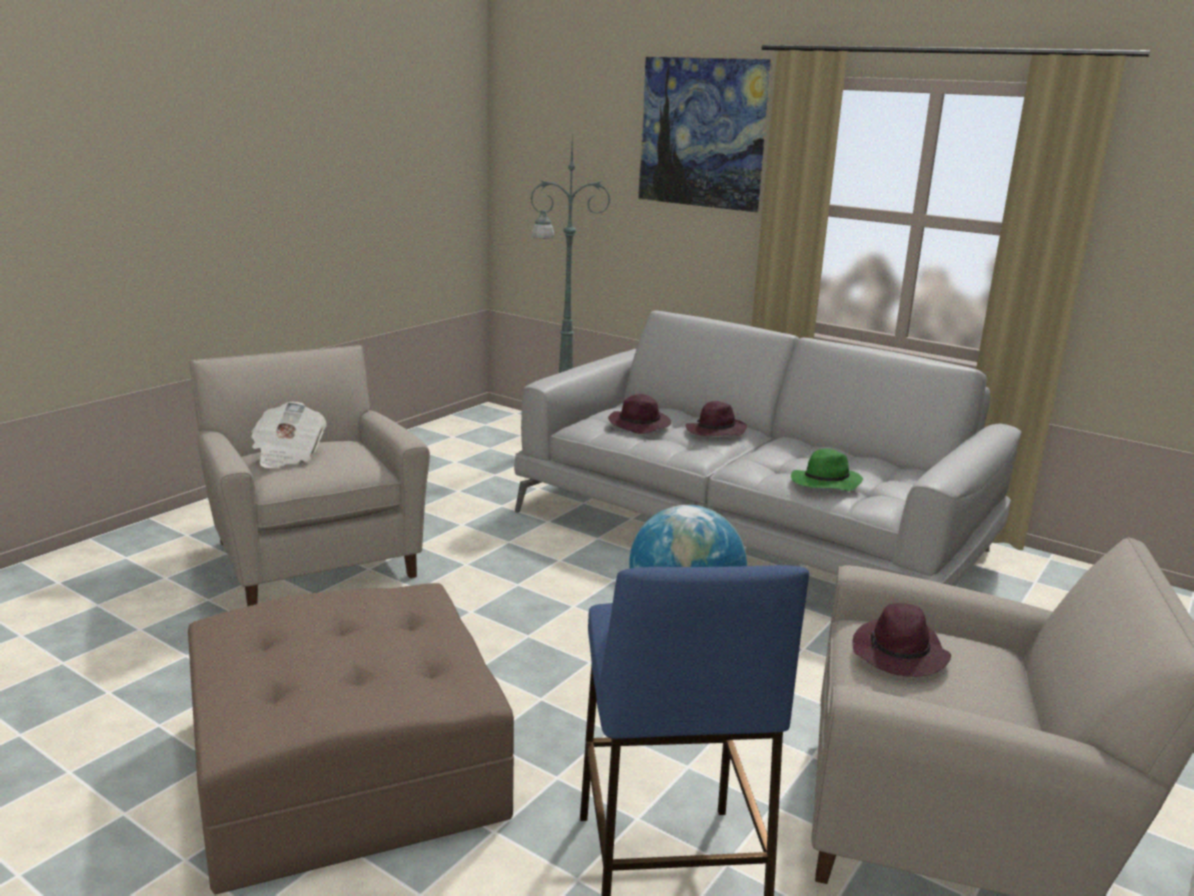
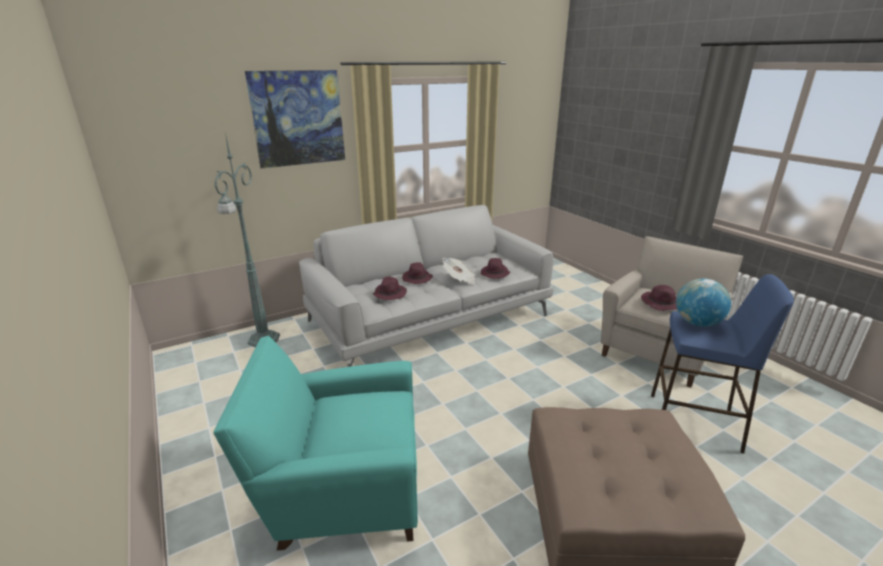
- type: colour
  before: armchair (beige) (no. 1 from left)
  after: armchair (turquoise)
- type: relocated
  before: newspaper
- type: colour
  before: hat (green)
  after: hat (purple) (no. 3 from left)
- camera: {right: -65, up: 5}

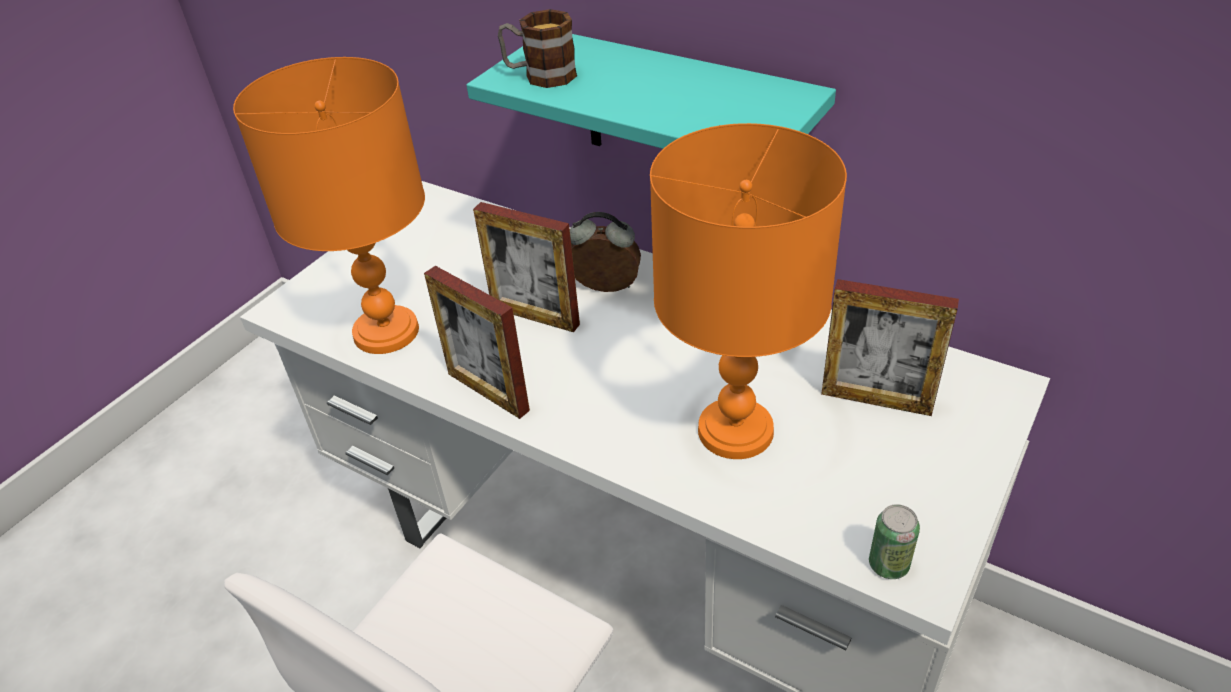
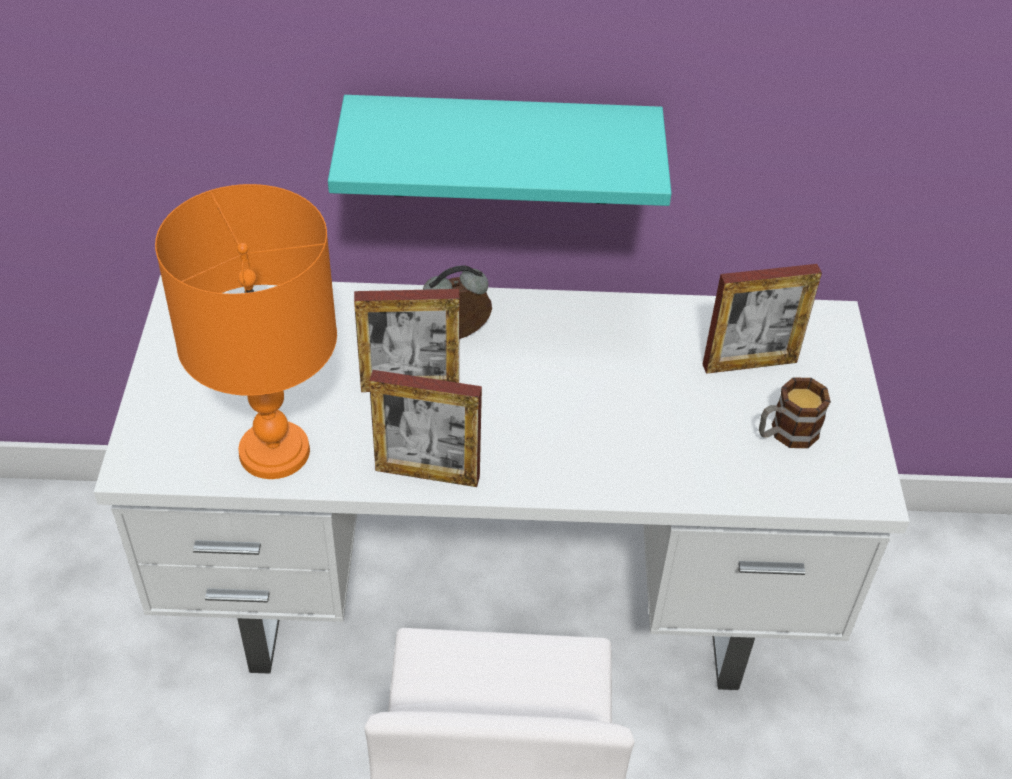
- type: relocated
  before: mug
- type: missing
  before: table lamp (orange) (no. 2 from left)
- type: missing
  before: can
- camera: {right: -35, up: 5}

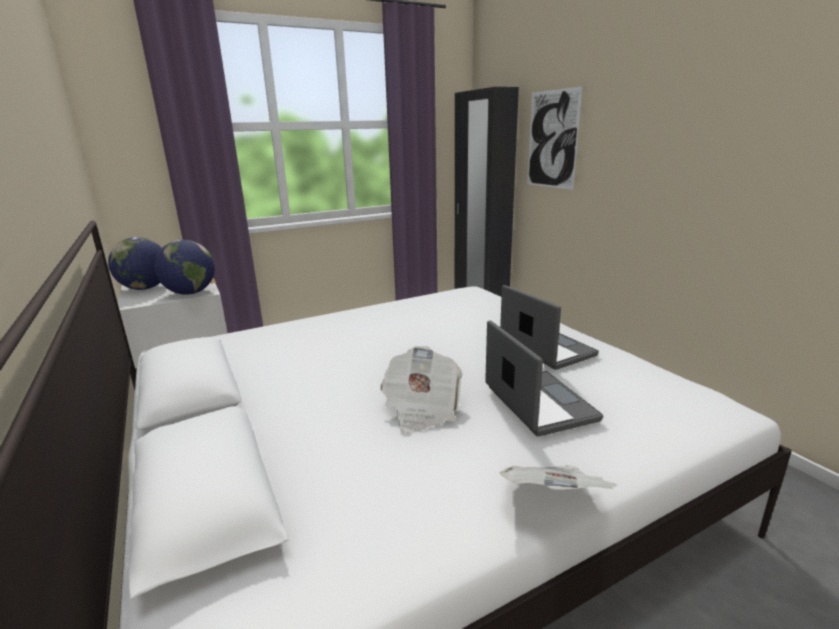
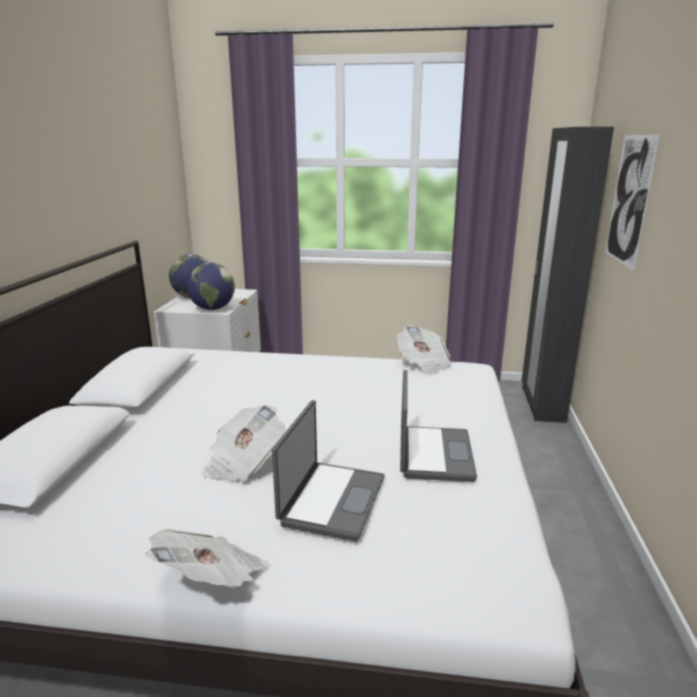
- type: appeared
  after: newspaper (no. 3 from left)
- camera: {right: 35, up: 0}

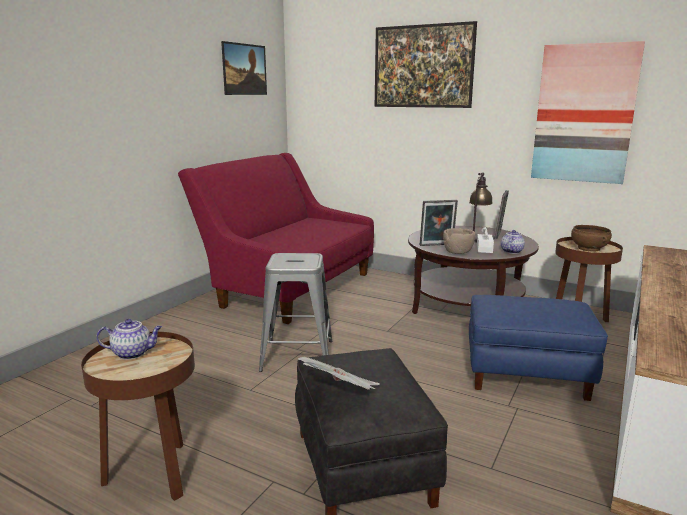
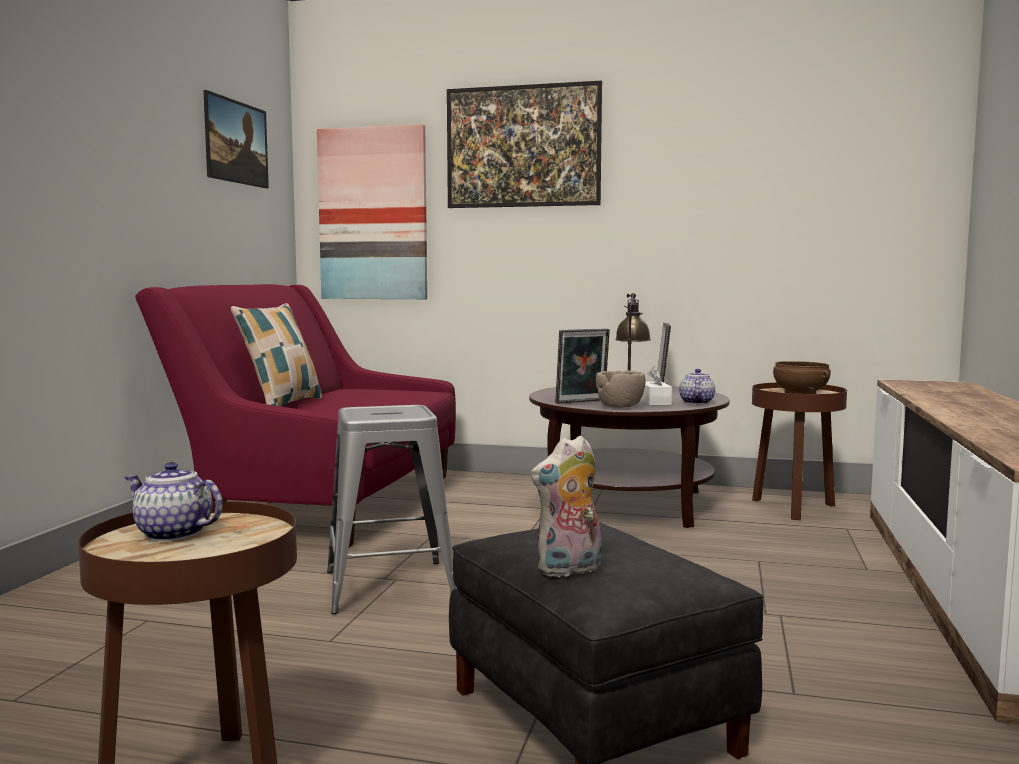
- type: relocated
  before: picture (no. 3 from left in the first image)
  after: picture (no. 2 from left)
- type: missing
  before: ottoman (blue)
- type: spun
  before: teapot (no. 1 from left)
  turn: -135
- type: exchanged
  before: newspaper
  after: plush toy
- type: appeared
  after: pillow
- camera: {right: -15, up: -10}

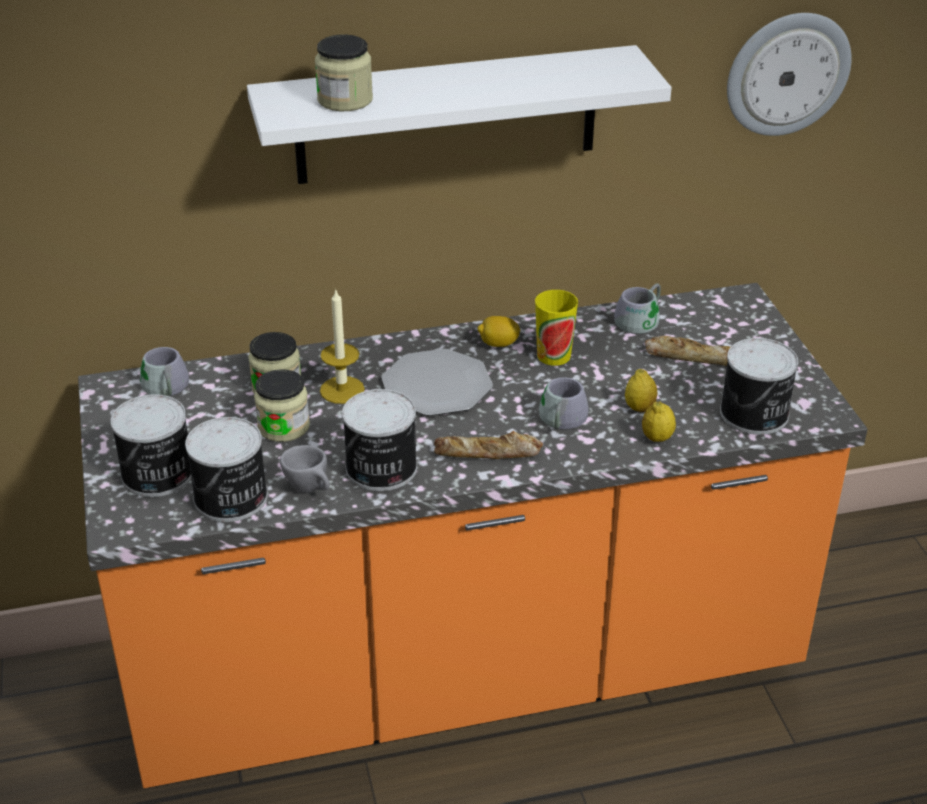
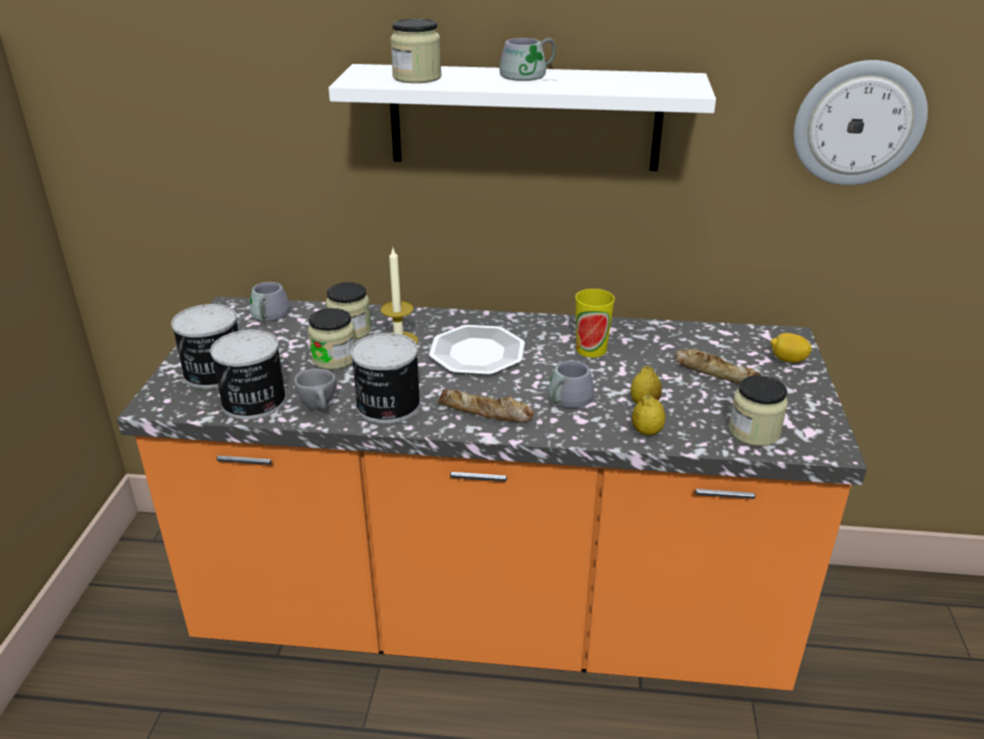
- type: relocated
  before: mug (grey) (no. 3 from left in the first image)
  after: mug (grey) (no. 2 from left)
- type: relocated
  before: lemon (no. 1 from left in the first image)
  after: lemon (no. 3 from left)
- type: exchanged
  before: can (no. 4 from left)
  after: jar (no. 4 from left)
- camera: {right: 20, up: -5}

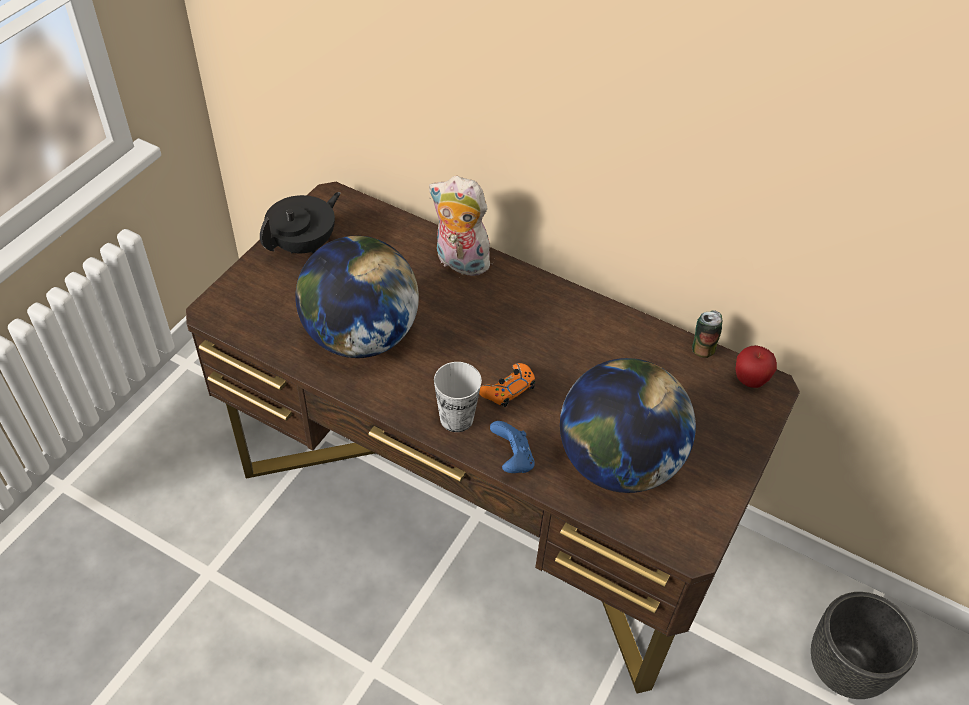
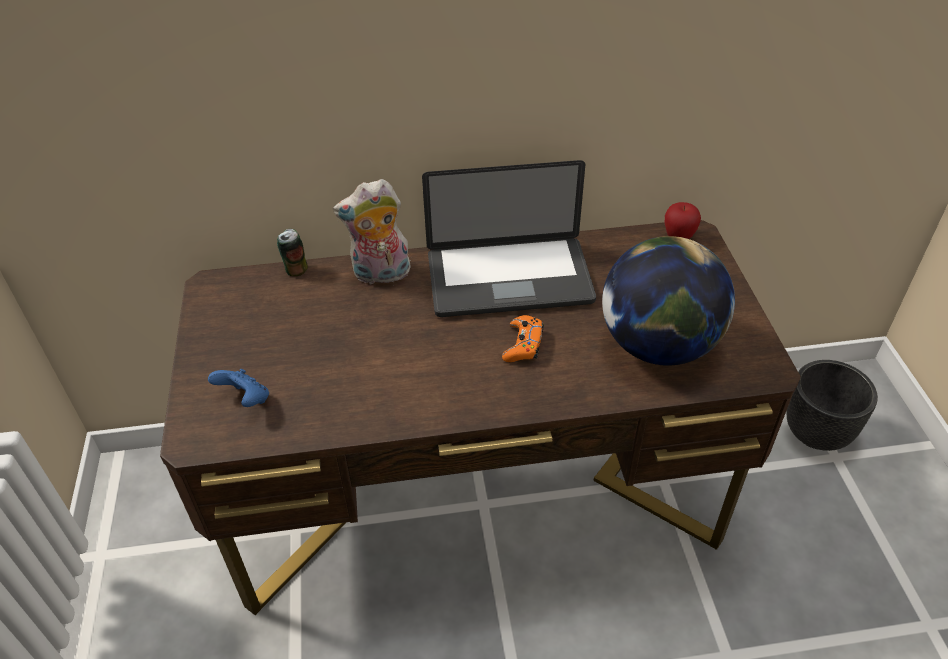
- type: missing
  before: teapot (black)
- type: missing
  before: globe (no. 1 from left)
- type: relocated
  before: can
- type: missing
  before: cup
- type: relocated
  before: game controller (blue)
- type: appeared
  after: laptop
- camera: {right: -35, up: -5}

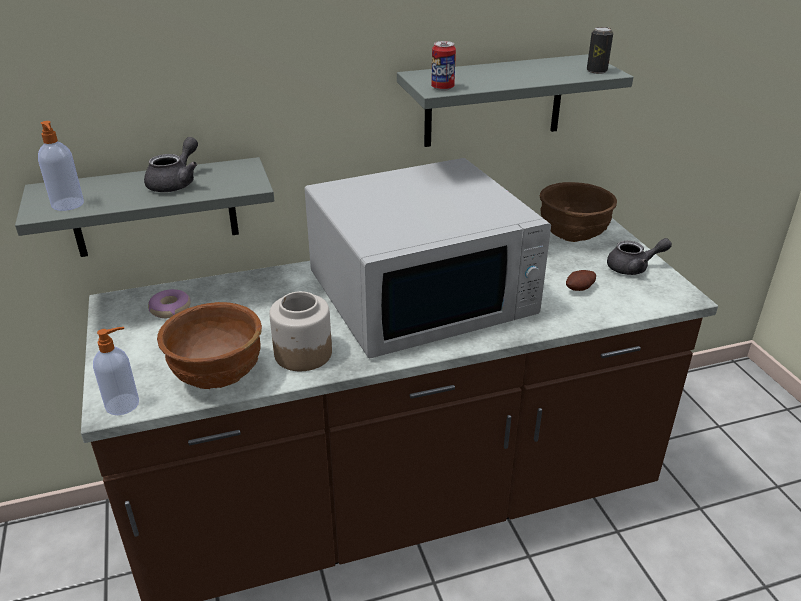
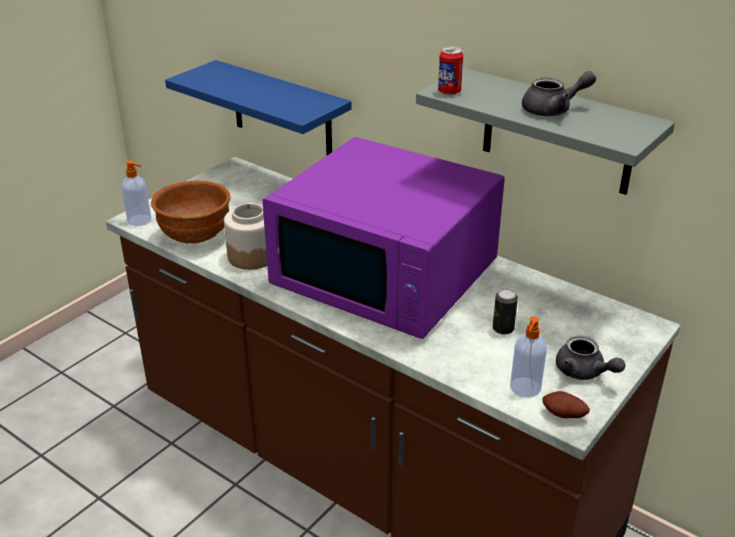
- type: relocated
  before: can (no. 2 from left)
- type: relocated
  before: soap dispenser (no. 1 from left in the first image)
  after: soap dispenser (no. 2 from left)
- type: relocated
  before: teapot (grey) (no. 1 from left)
- type: colour
  before: shelf (grey) (no. 1 from left)
  after: shelf (blue)
- type: colour
  before: microwave (white)
  after: microwave (purple)
- type: missing
  before: bowl (brown) (no. 2 from left)
- type: relocated
  before: potato
- type: missing
  before: donut
- camera: {right: 55, up: 0}

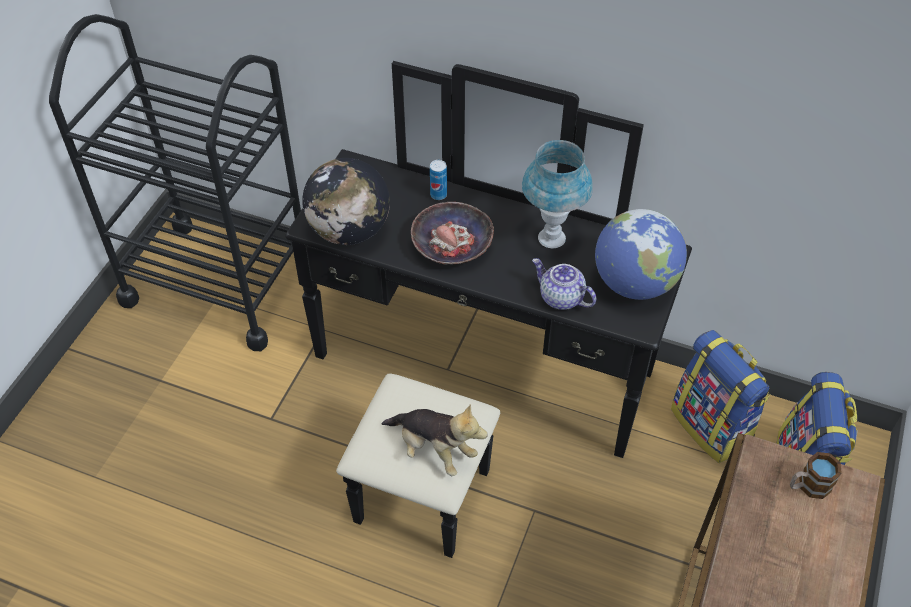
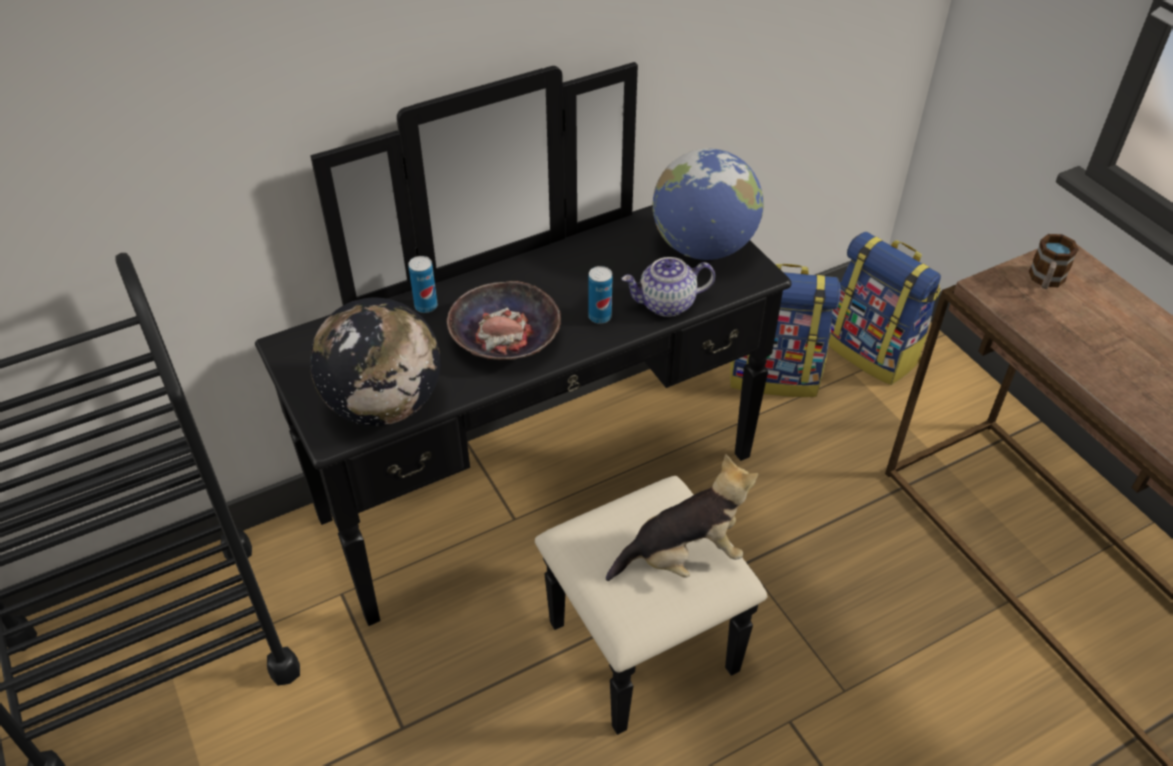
- type: missing
  before: table lamp (blue)
- type: appeared
  after: can (no. 2 from left)
- camera: {right: -50, up: -5}

